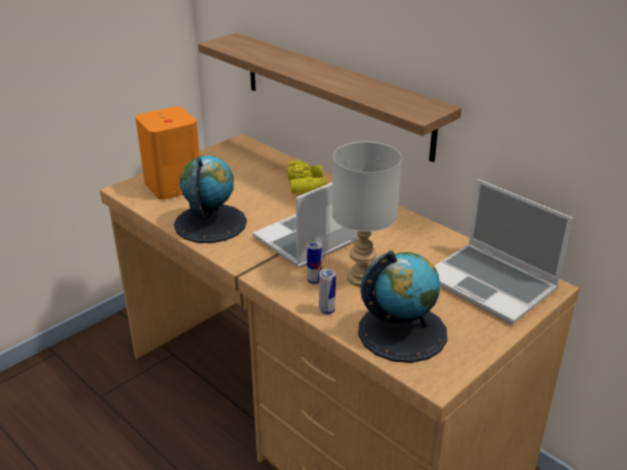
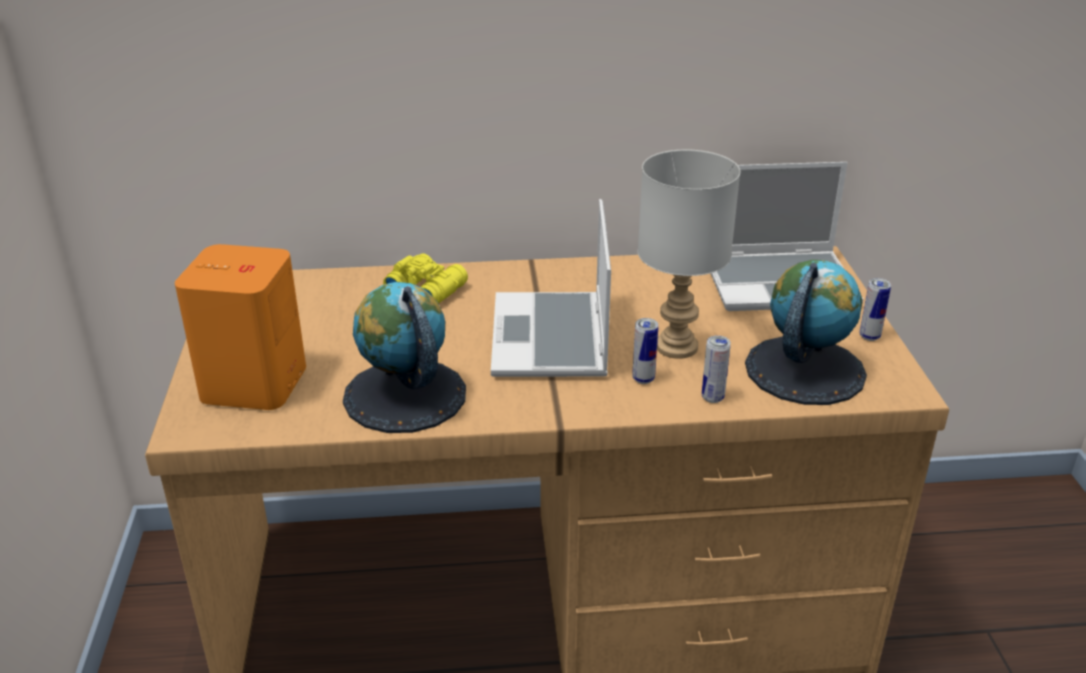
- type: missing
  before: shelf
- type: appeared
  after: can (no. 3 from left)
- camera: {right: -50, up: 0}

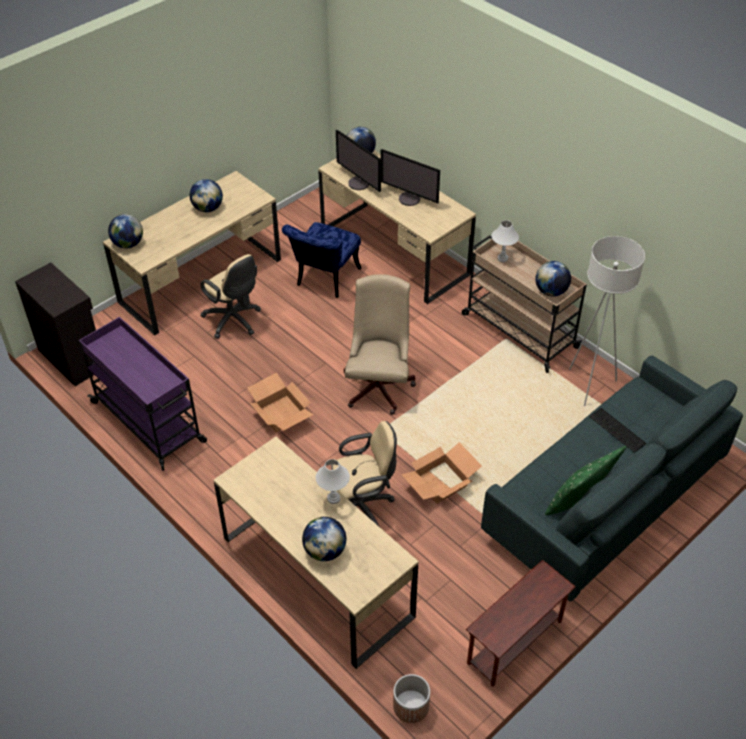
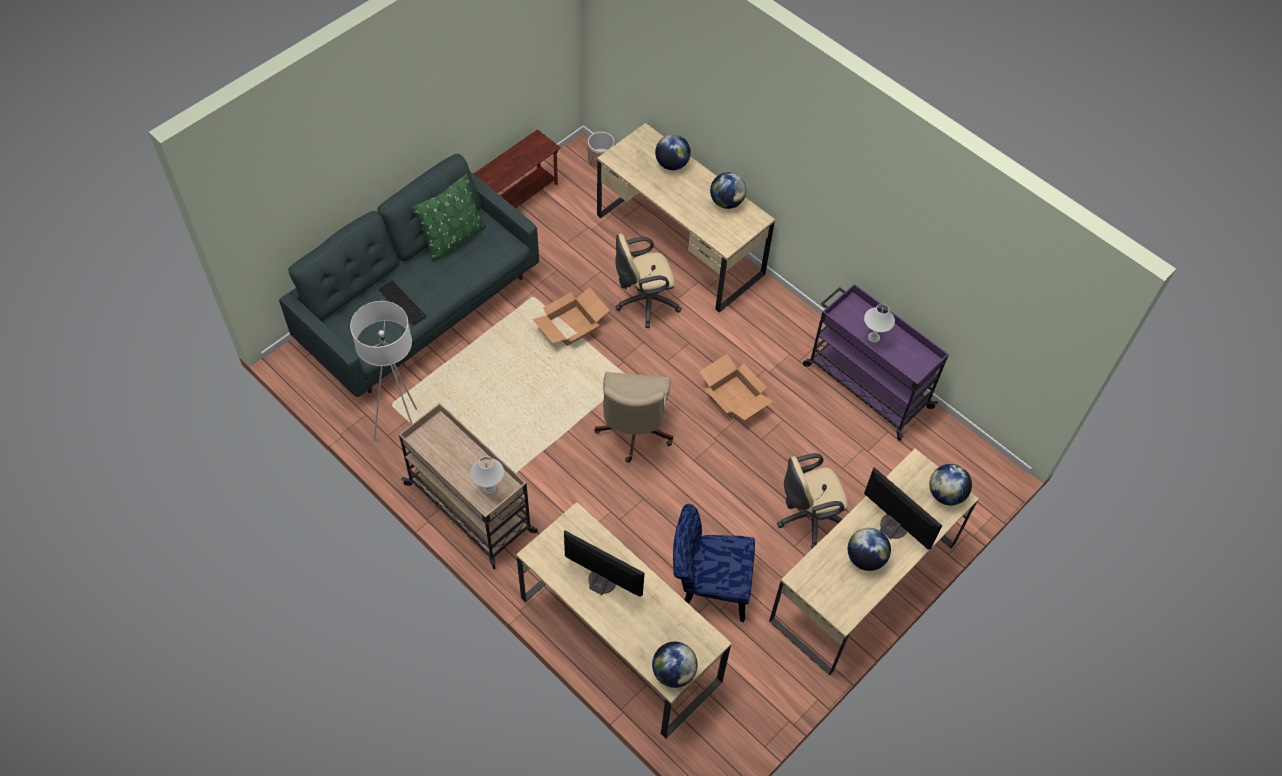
- type: relocated
  before: monitor (no. 1 from left in the first image)
  after: monitor (no. 2 from left)
- type: spun
  before: chair (blue)
  turn: -105
- type: spun
  before: office chair (beige) (no. 1 from left in the first image)
  turn: -60
- type: relocated
  before: globe (no. 5 from left in the first image)
  after: globe (no. 3 from left)
- type: missing
  before: cabinet (black)
- type: relocated
  before: table lamp (white) (no. 1 from left in the first image)
  after: table lamp (white) (no. 2 from left)
- camera: {right: 175, up: 10}

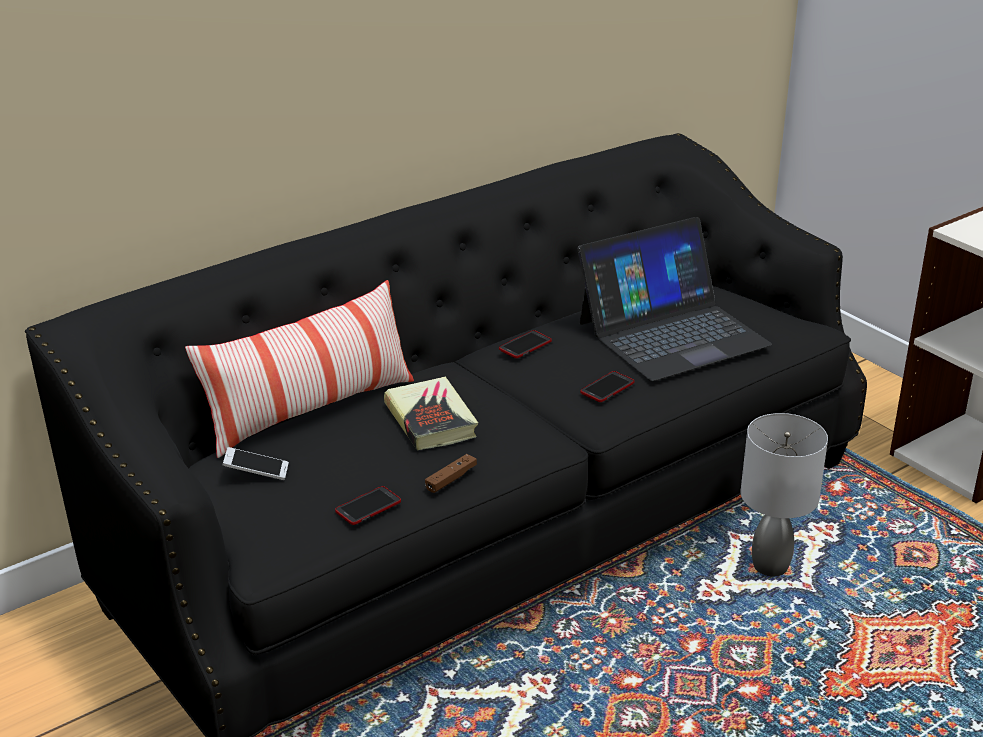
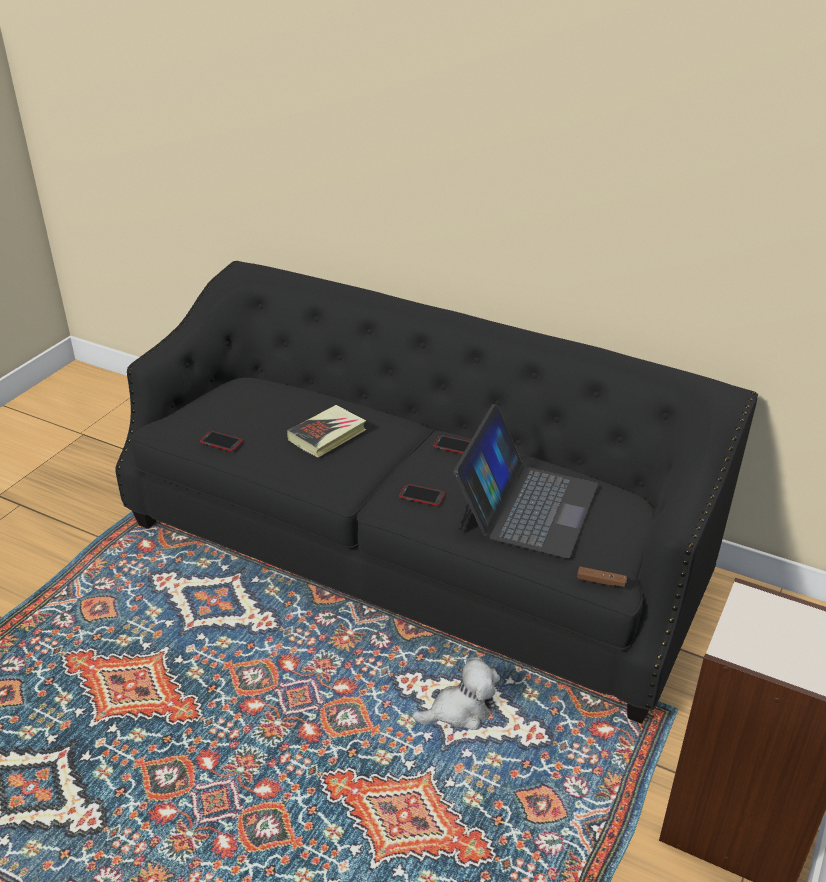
- type: spun
  before: laptop
  turn: -105
- type: missing
  before: pillow
- type: exchanged
  before: table lamp (grey)
  after: plush toy
- type: missing
  before: phone (no. 1 from left)
- type: relocated
  before: game controller (brown)
- camera: {right: 65, up: 5}

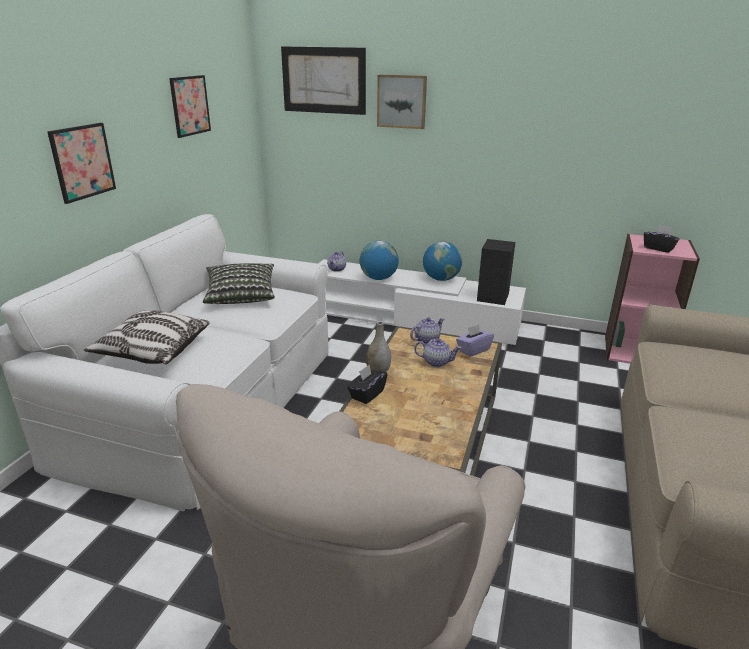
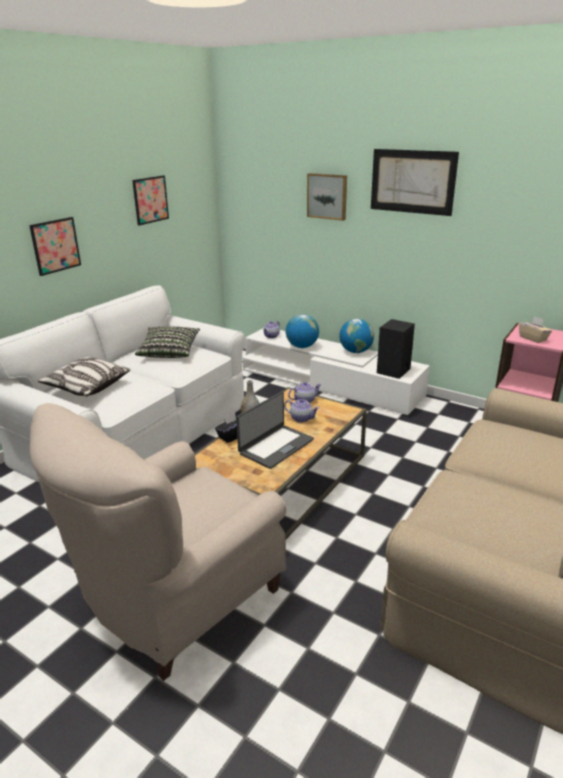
- type: relocated
  before: picture (no. 3 from left in the first image)
  after: picture (no. 4 from left)
- type: colour
  before: tissue box (black) (no. 2 from left)
  after: tissue box (beige)
- type: missing
  before: tissue box (purple)
- type: appeared
  after: laptop
- camera: {right: 15, up: 0}

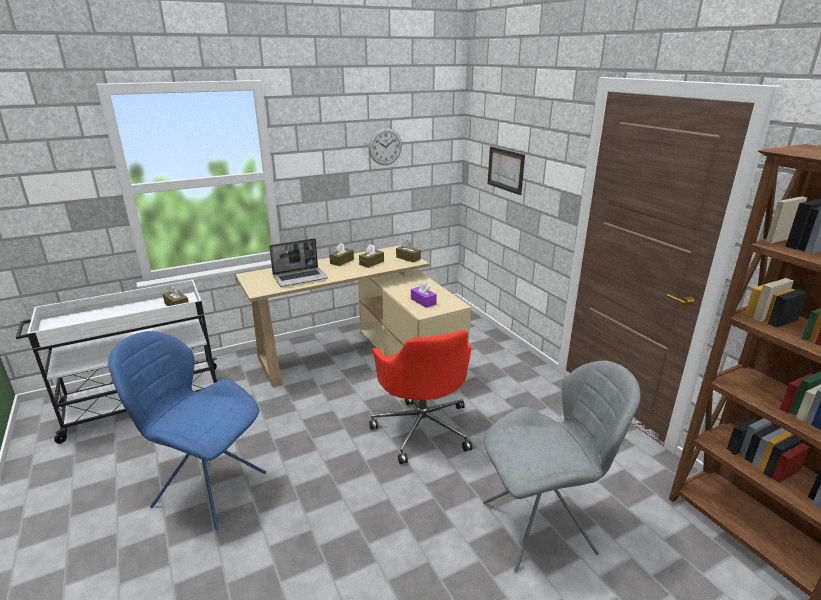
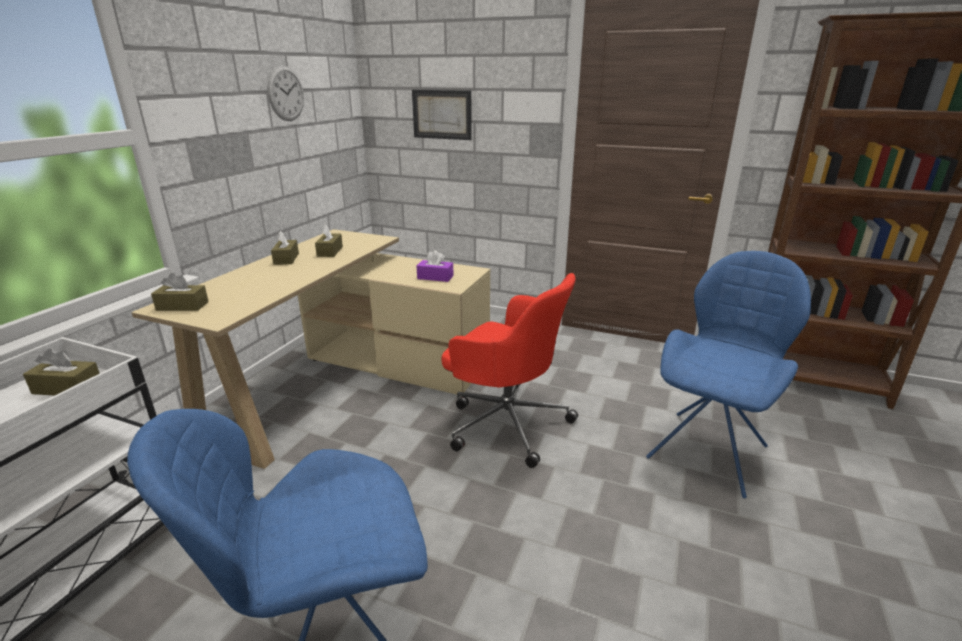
- type: missing
  before: laptop
- type: relocated
  before: tissue box (brown) (no. 4 from left in the first image)
  after: tissue box (brown) (no. 2 from left)
- type: colour
  before: chair (grey)
  after: chair (blue) (no. 2 from left)
- camera: {right: -40, up: 0}

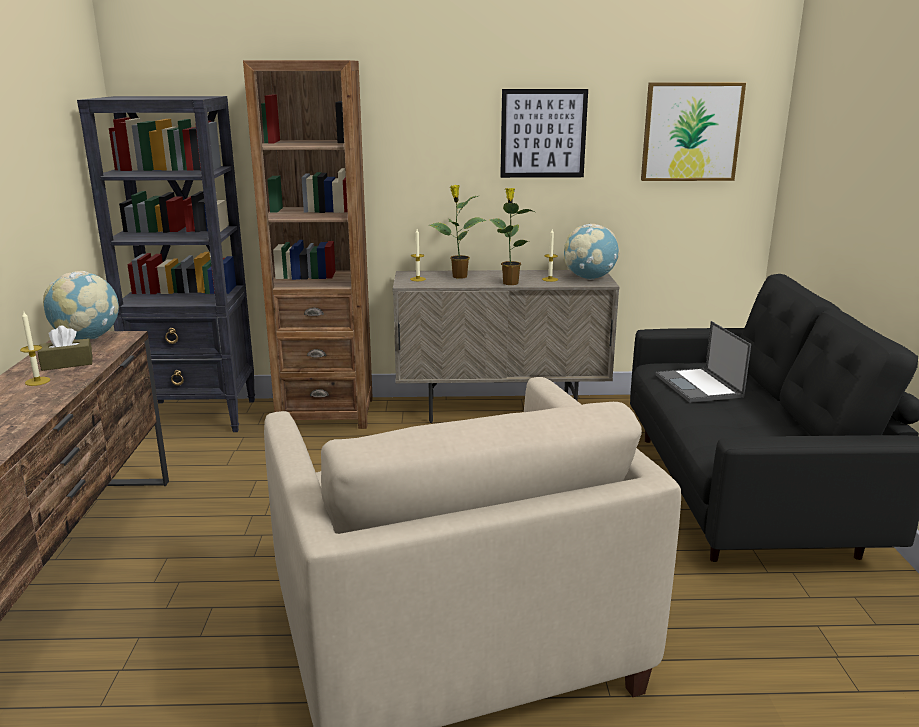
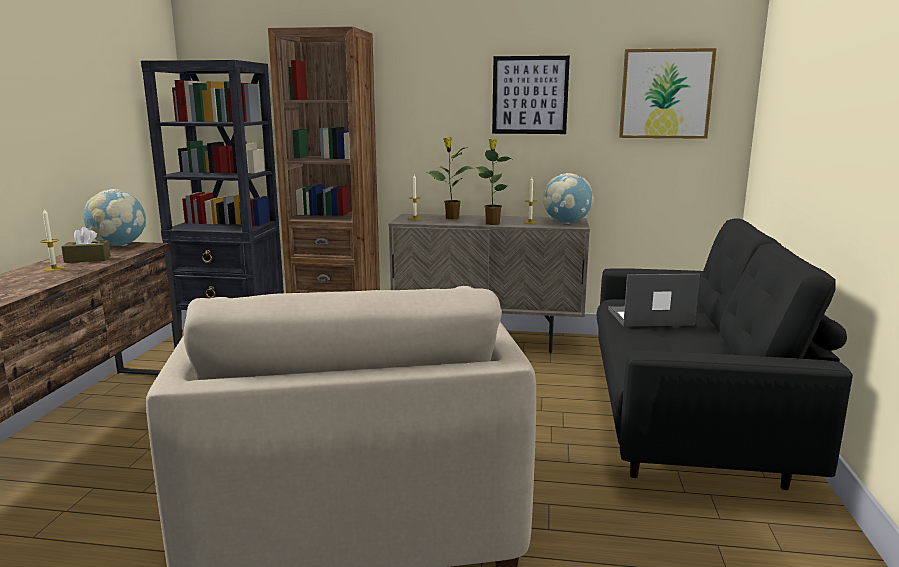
- type: spun
  before: laptop
  turn: 90
- camera: {right: 10, up: -5}

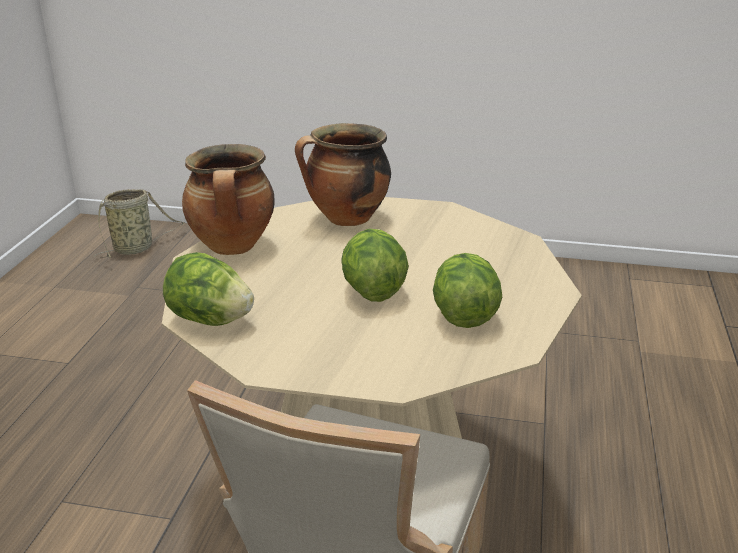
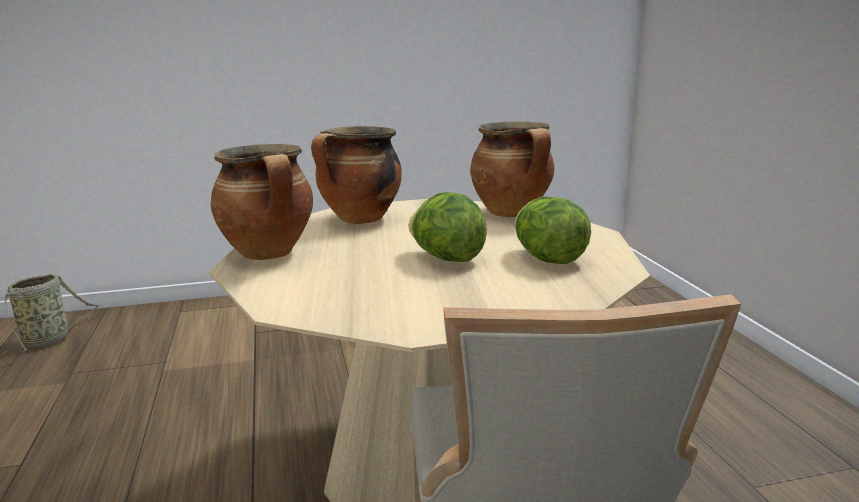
- type: missing
  before: lettuce (no. 1 from left)
- type: appeared
  after: cooking pot (no. 3 from left)
- camera: {right: -25, up: -10}

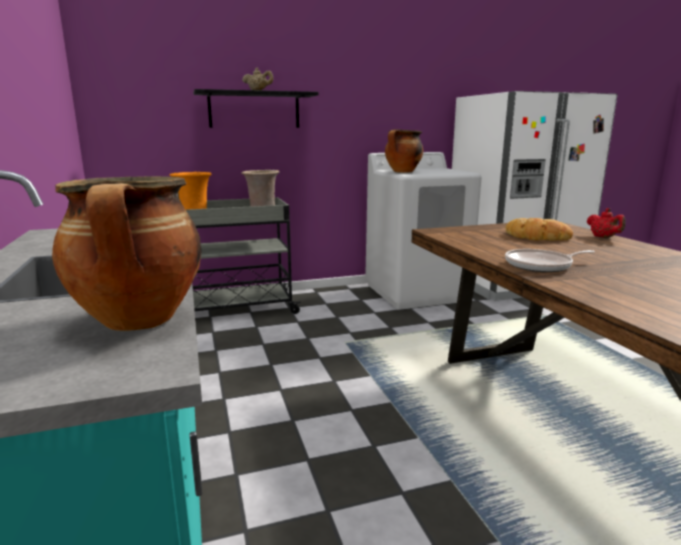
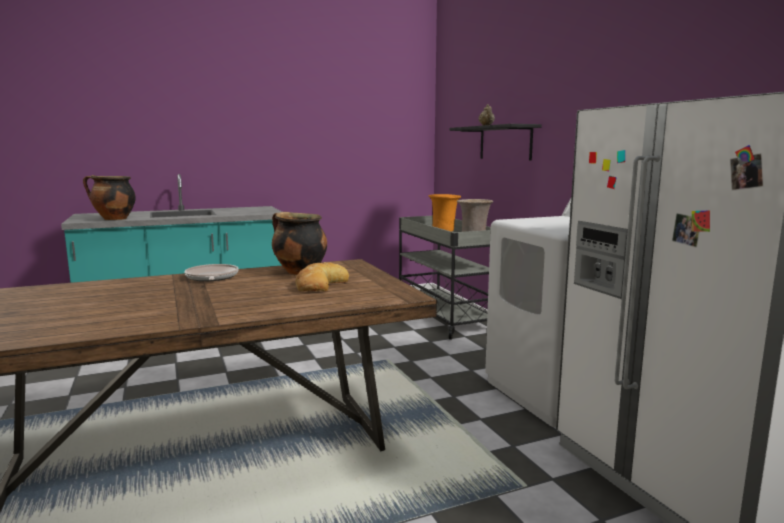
- type: relocated
  before: cooking pot (no. 2 from left)
- type: missing
  before: teapot (red)
- camera: {right: 85, up: -5}

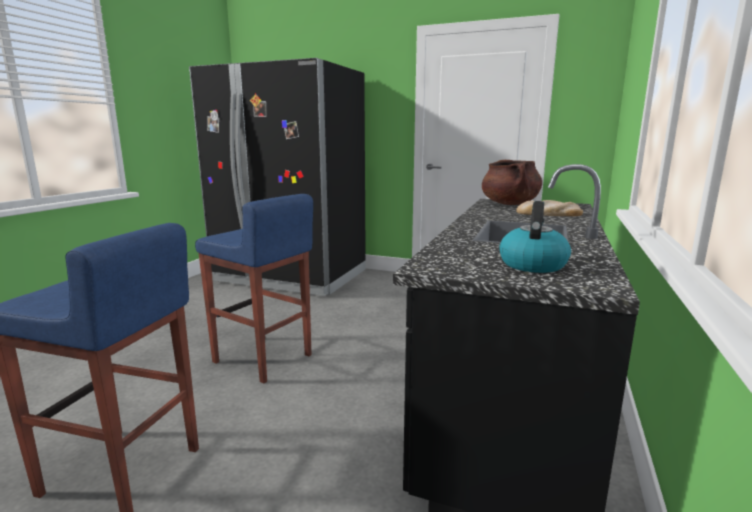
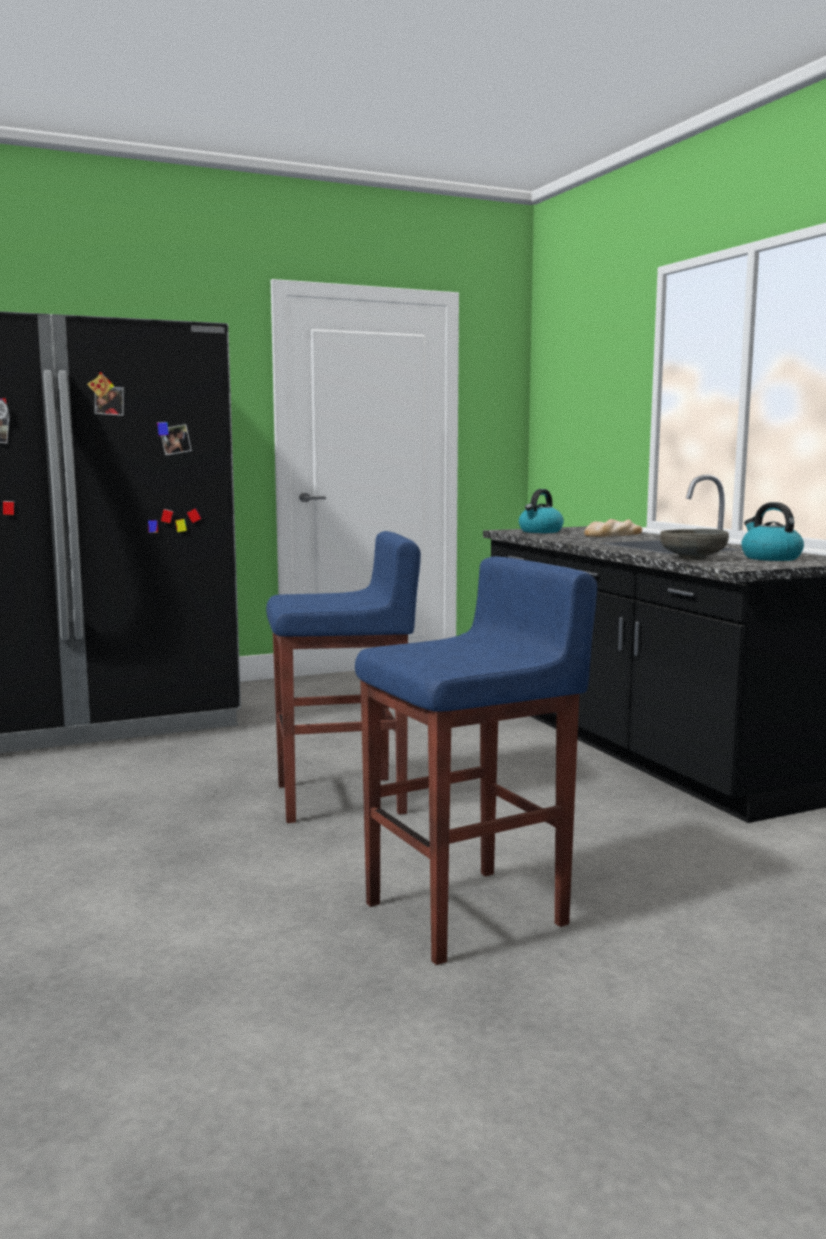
- type: exchanged
  before: cooking pot (brown)
  after: kettle (no. 1 from left)
- type: appeared
  after: bowl (grey)
- camera: {right: -45, up: -5}

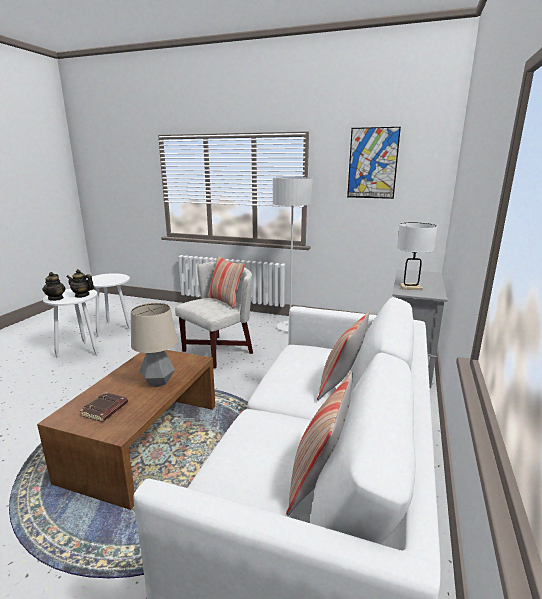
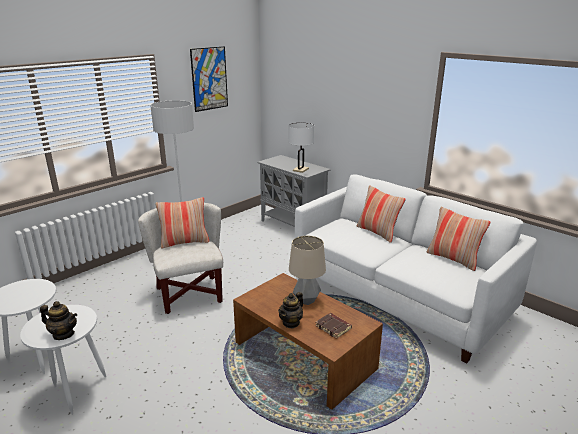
- type: relocated
  before: teapot (no. 2 from left)
- camera: {right: -65, up: 5}

